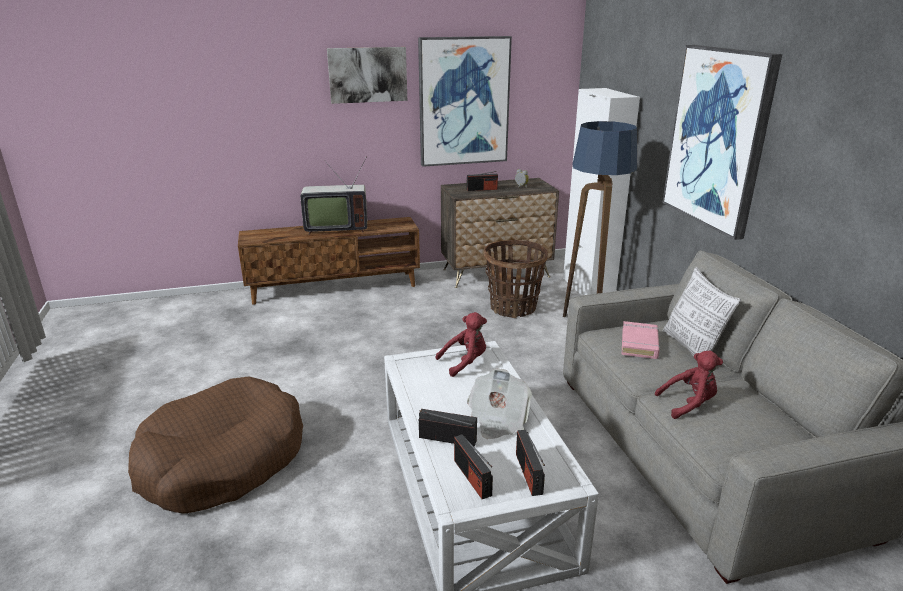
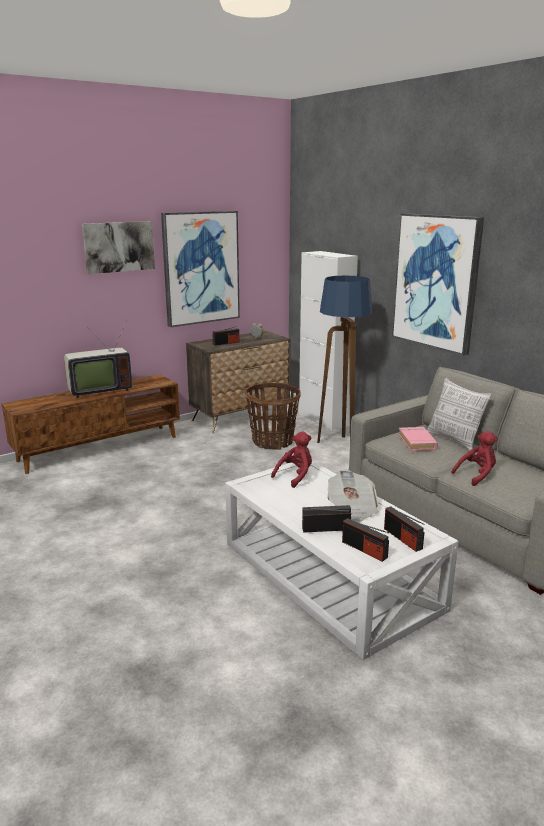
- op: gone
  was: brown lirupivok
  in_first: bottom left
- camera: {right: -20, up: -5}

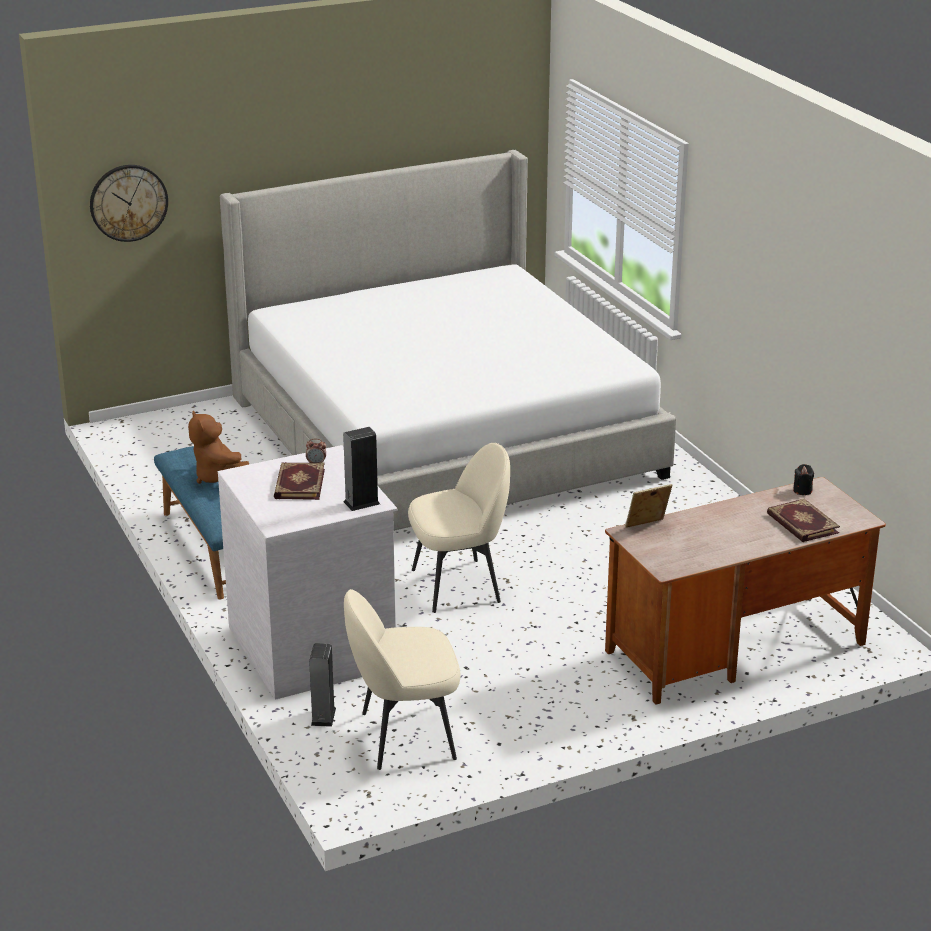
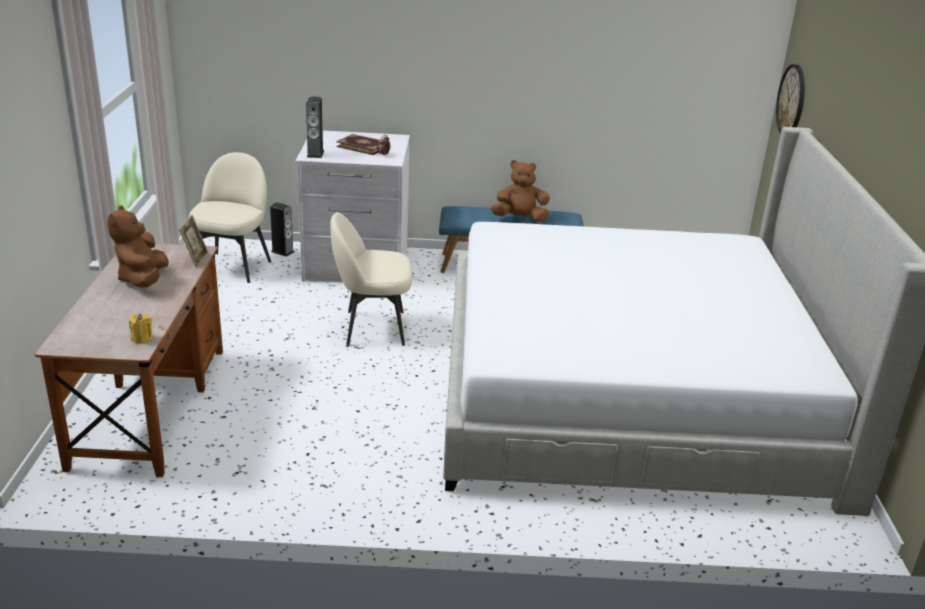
- op: rotated
  was: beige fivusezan (no. 2 from left)
  in_first: centre
  in_second: centre
  clockwise: 75
- op: gone
  was: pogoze (no. 2 from left)
  in_first: middle right
- op: repainted
  was: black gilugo
  now: yellow gilugo
  in_first: middle right
  in_second: middle left
- op: new
  now: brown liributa (no. 1 from left)
  in_second: middle left
- camera: {right: 115, up: 0}

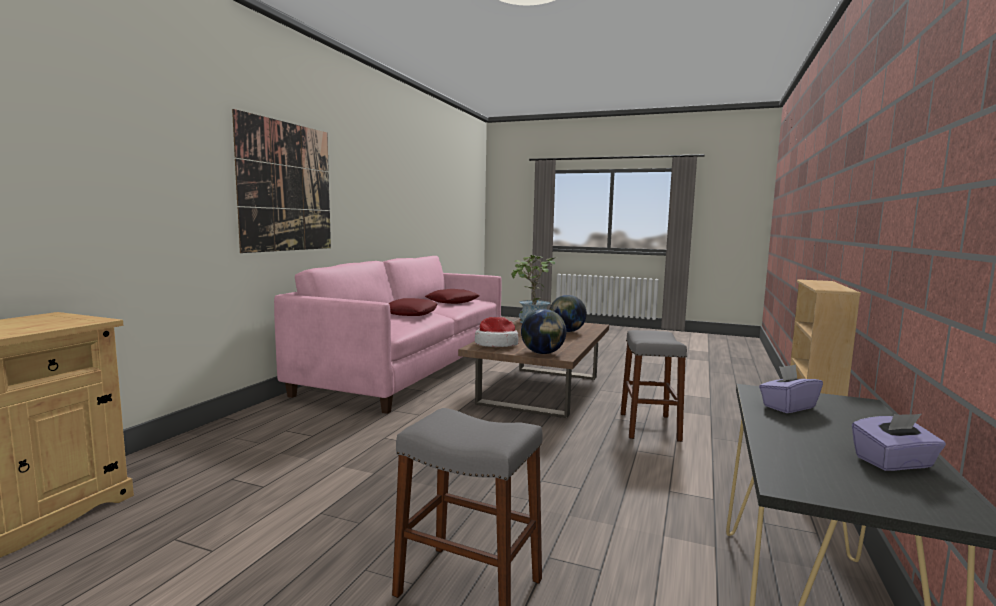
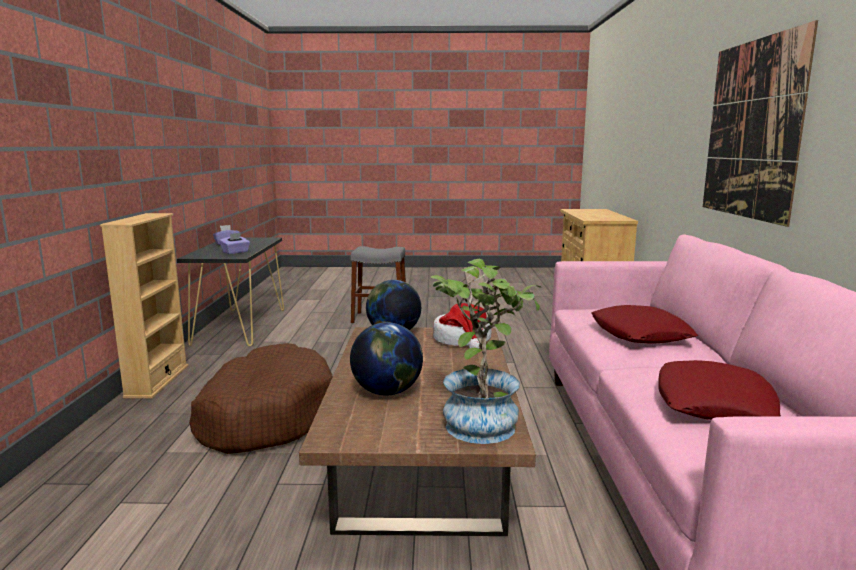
- op: swapped
  was: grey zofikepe (no. 2 from left)
  now: brown lirupivok
  in_first: centre
  in_second: bottom left
- camera: {right: 160, up: 5}

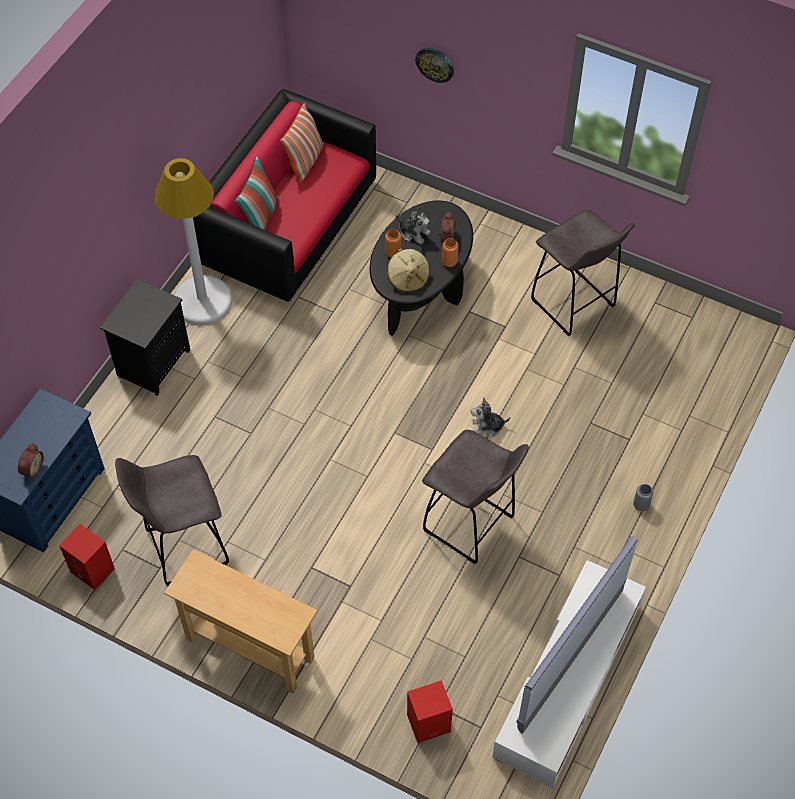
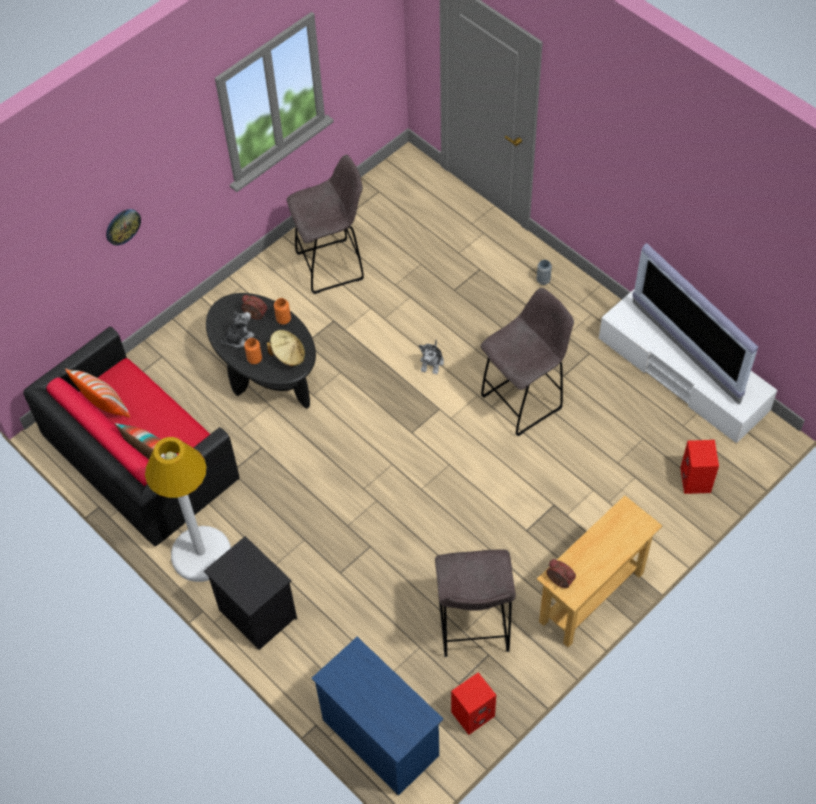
- op: shifted
  was: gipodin (no. 1 from left in the first image)
  now: gipodin (no. 2 from left)
  in_first: middle left
  in_second: bottom right
- camera: {right: -70, up: 0}

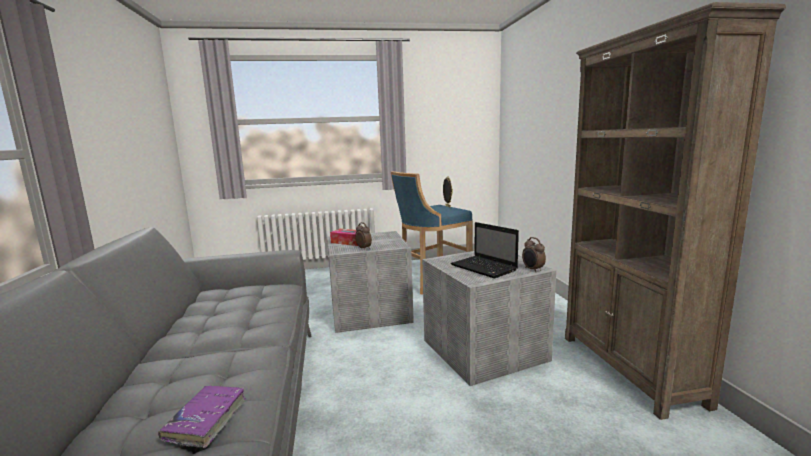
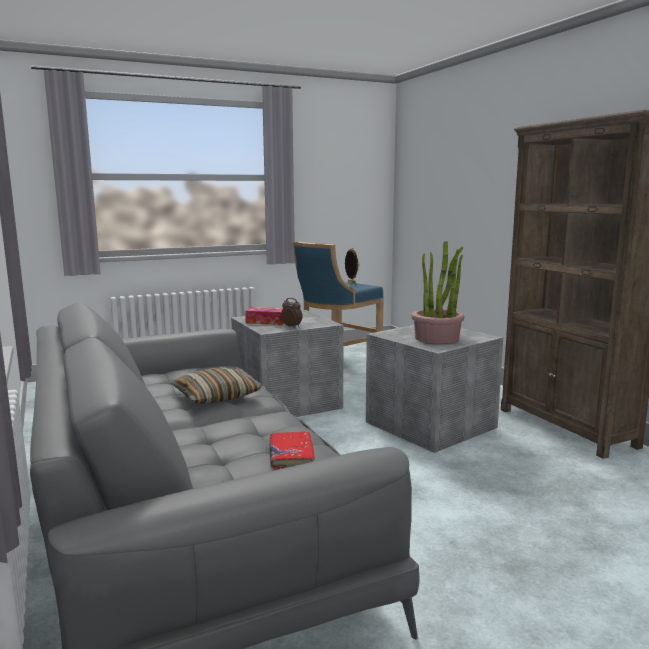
- op: repainted
  was: purple pogoze
  now: red pogoze
  in_first: bottom left
  in_second: bottom centre
- op: swapped
  was: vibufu
  now: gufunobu
  in_first: centre
  in_second: middle right
- op: gone
  was: gipodin (no. 2 from left)
  in_first: centre
- op: new
  now: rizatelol
  in_second: middle left
- camera: {right: -15, up: 0}

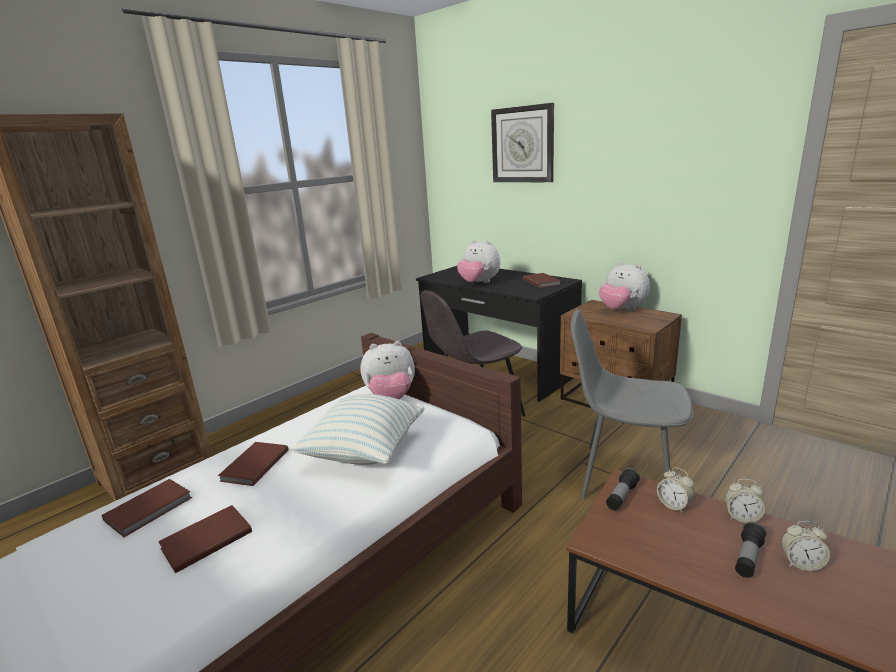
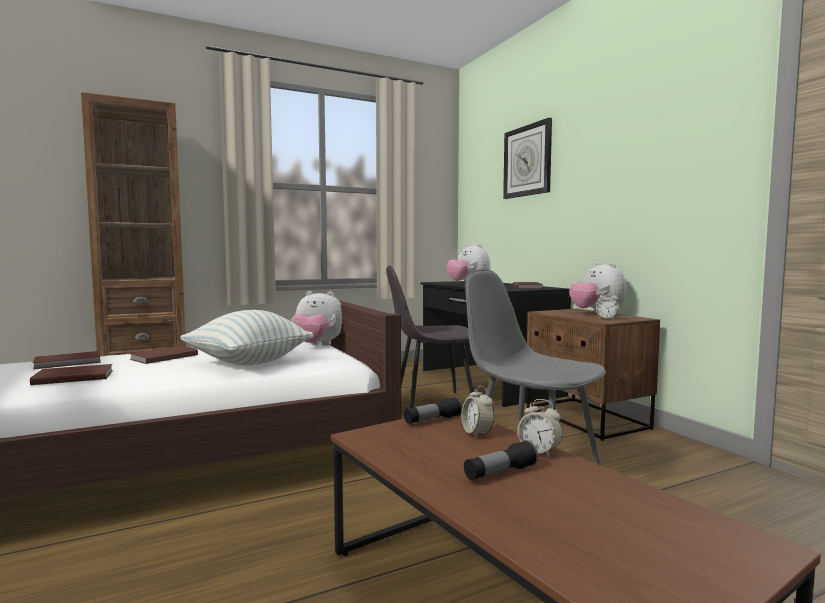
- op: shifted
  was: gipodin (no. 3 from left)
  in_first: bottom right
  in_second: middle right
- camera: {right: 20, up: -15}

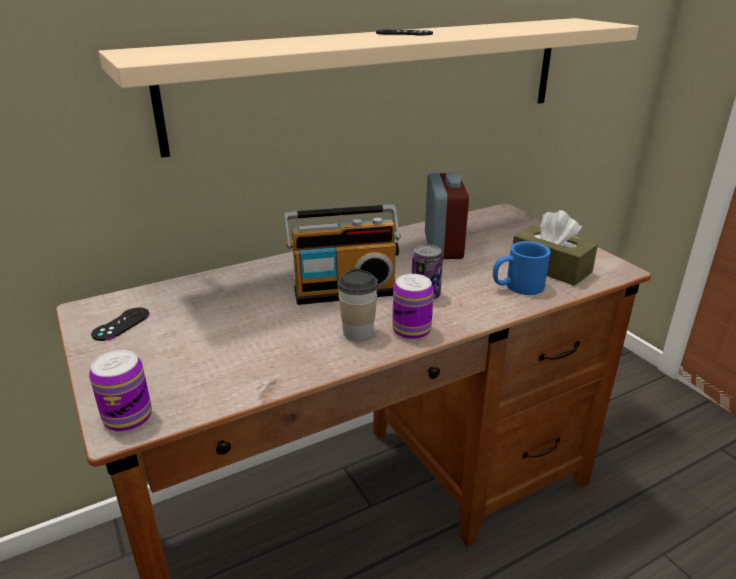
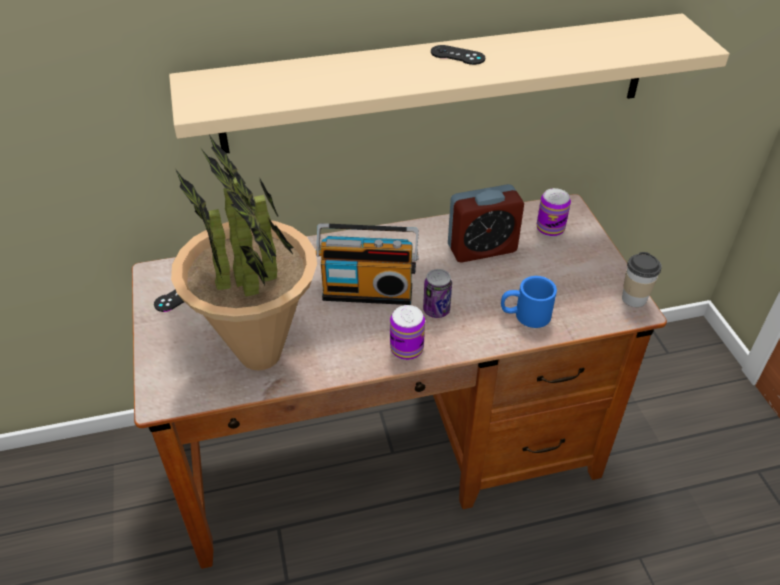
- op: shifted
  was: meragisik (no. 1 from left in the first image)
  now: meragisik (no. 3 from left)
  in_first: bottom left
  in_second: middle right
- op: shifted
  was: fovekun
  in_first: centre
  in_second: middle right
- op: rotated
  was: gipodin
  in_first: centre
  in_second: centre
  clockwise: 60
- op: gone
  was: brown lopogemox
  in_first: middle right
- op: new
  now: gufunobu
  in_second: middle left
- camera: {right: 15, up: 15}

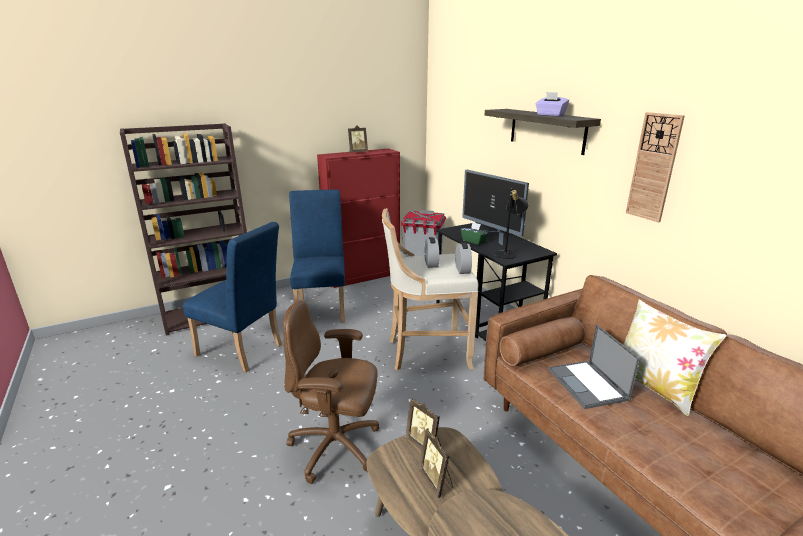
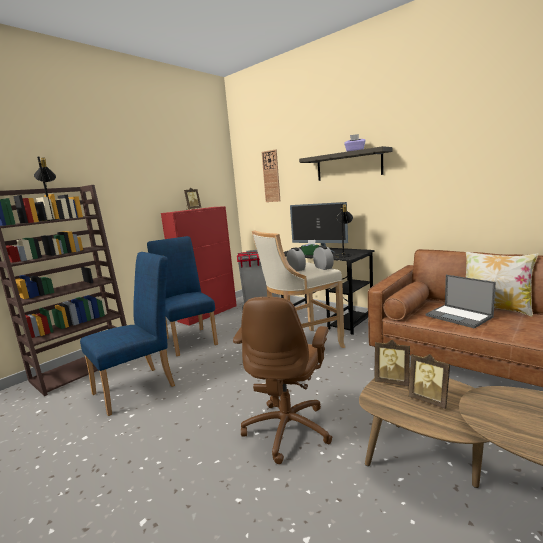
- op: rotated
  was: blue fivusezan (no. 1 from left)
  in_first: middle left
  in_second: middle left
  clockwise: -45
- op: rotated
  was: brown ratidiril
  in_first: bottom centre
  in_second: bottom centre
  clockwise: -60
- op: shifted
  was: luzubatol
  in_first: top right
  in_second: top centre
- op: new
  now: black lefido (no. 1 from left)
  in_second: middle left
- camera: {right: -20, up: -10}

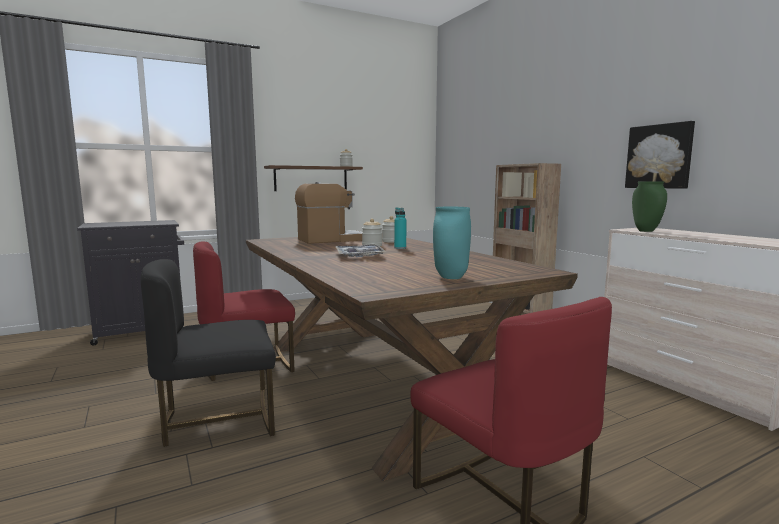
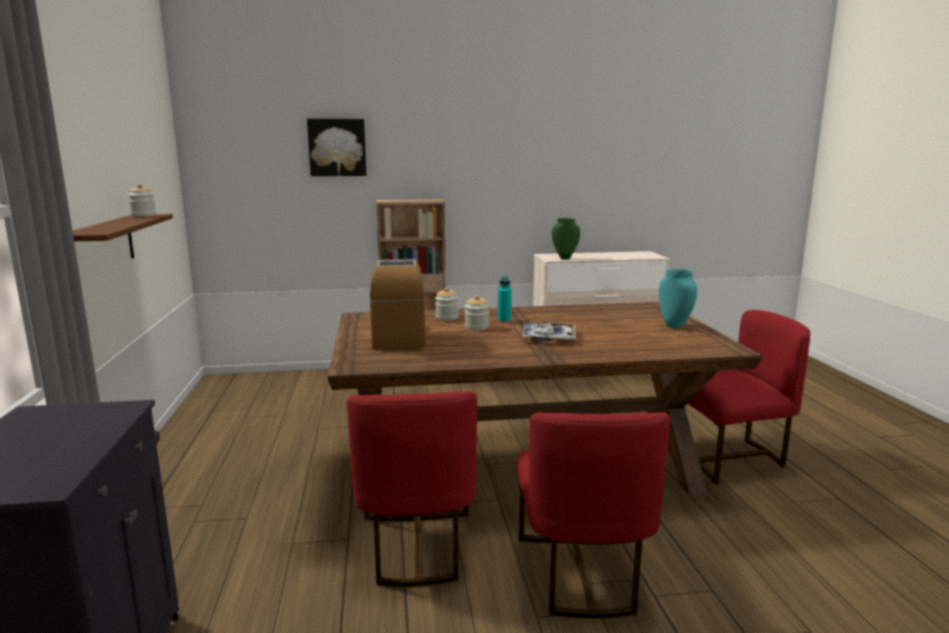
- op: repainted
  was: black fivusezan
  now: red fivusezan (no. 2 from left)
  in_first: bottom left
  in_second: bottom centre
- op: shifted
  was: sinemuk
  in_first: top right
  in_second: top centre
- camera: {right: -70, up: 5}

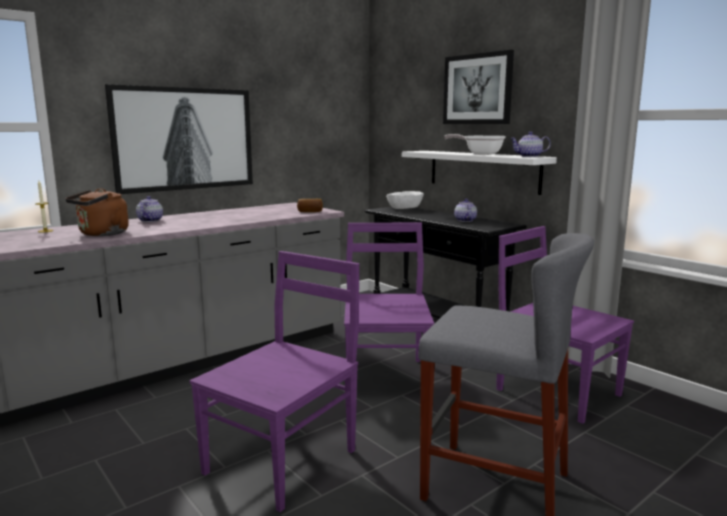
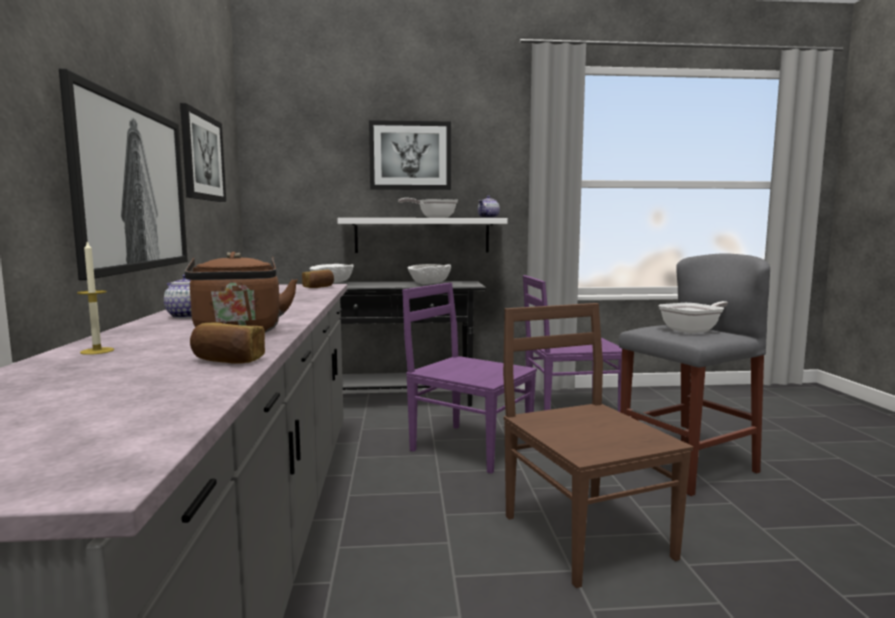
- op: repainted
  was: purple fivusezan (no. 1 from left)
  now: brown fivusezan
  in_first: bottom centre
  in_second: bottom right
- op: swapped
  was: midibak (no. 2 from left)
  now: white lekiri (no. 2 from left)
  in_first: centre
  in_second: centre
- op: new
  now: sinemuk (no. 2 from left)
  in_second: top left
- op: new
  now: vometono (no. 1 from left)
  in_second: middle left
- op: new
  now: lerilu (no. 2 from left)
  in_second: middle right
- camera: {right: -55, up: -5}

